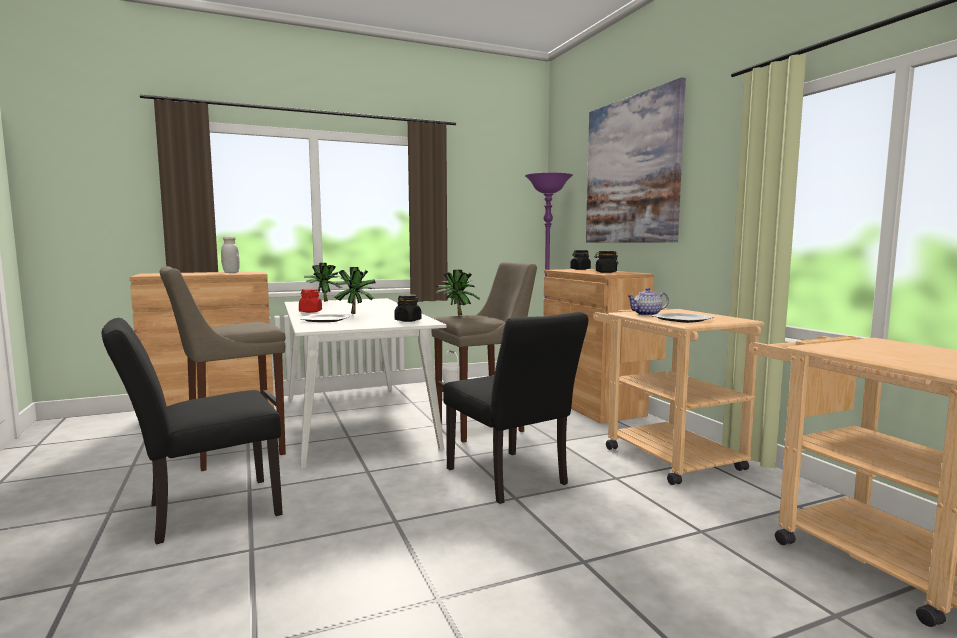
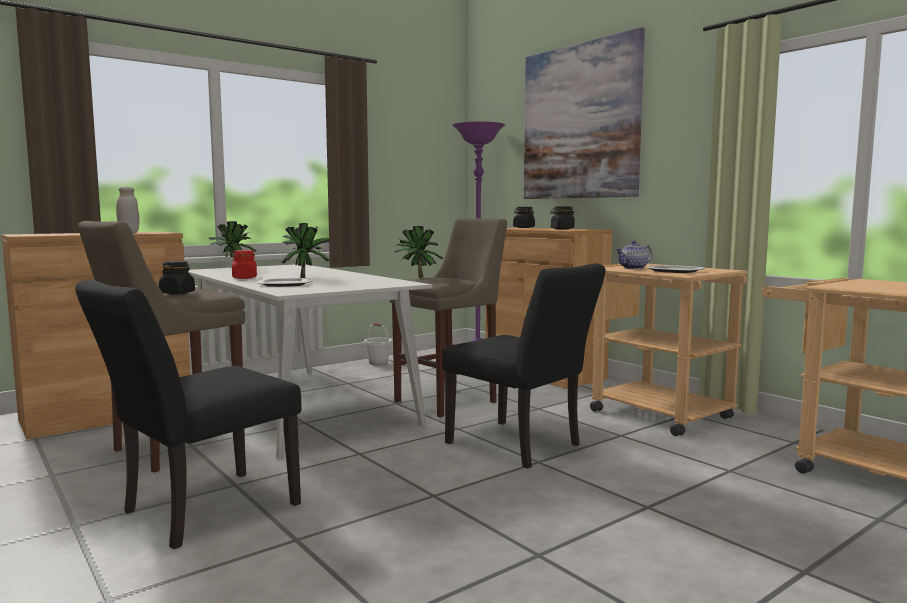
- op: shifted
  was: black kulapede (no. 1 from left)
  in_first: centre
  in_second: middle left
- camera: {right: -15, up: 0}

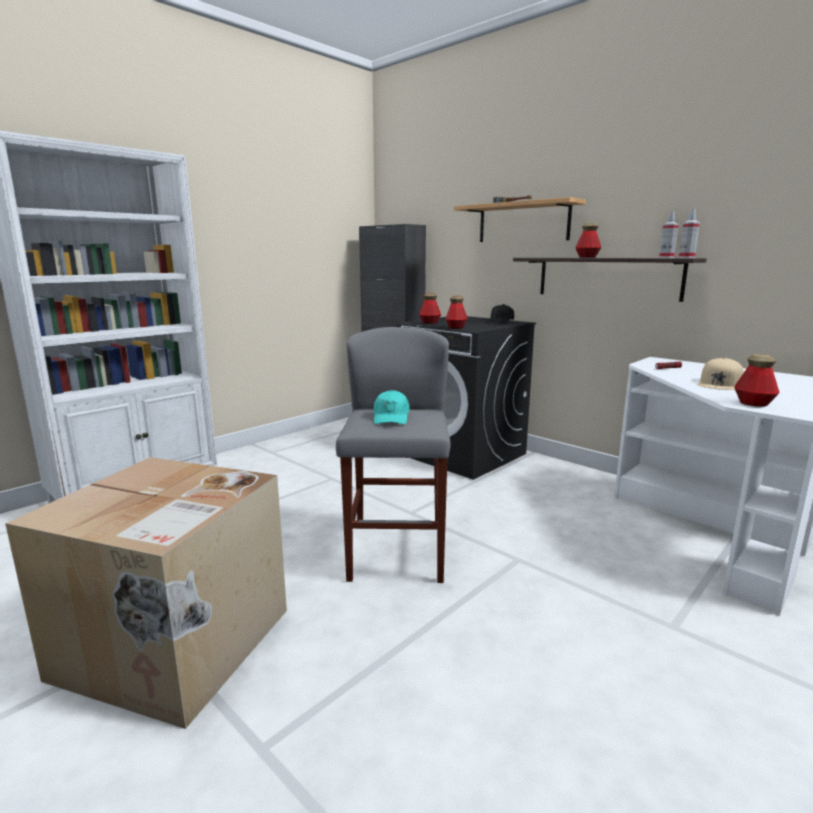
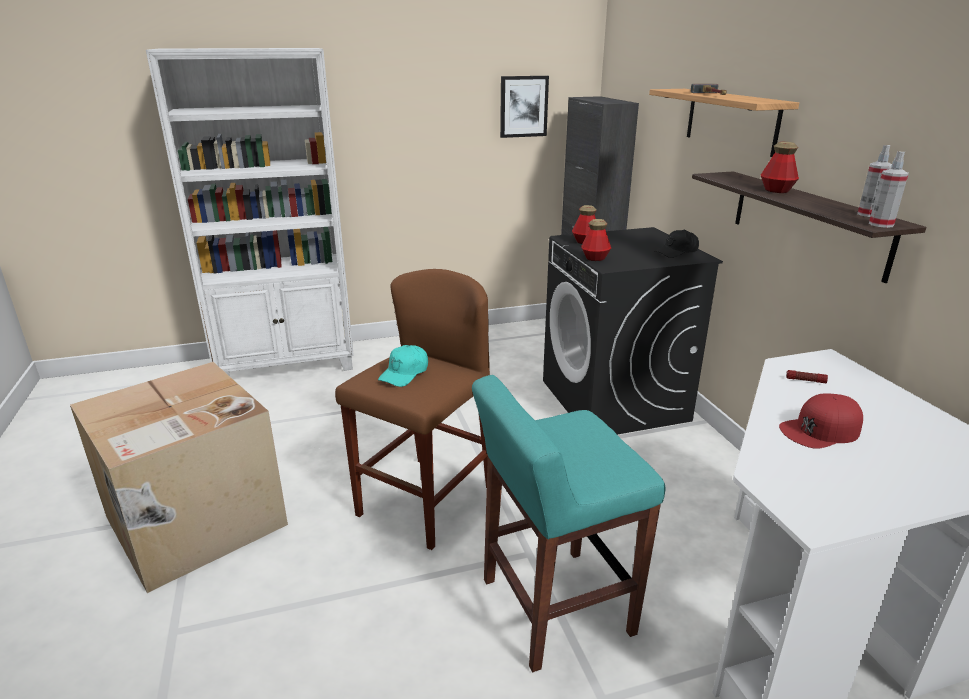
- op: repainted
  was: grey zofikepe
  now: brown zofikepe
  in_first: centre
  in_second: centre
- op: repainted
  was: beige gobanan
  now: red gobanan
  in_first: middle right
  in_second: middle right
- op: gone
  was: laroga (no. 4 from left)
  in_first: middle right
- op: new
  now: turquoise zofikepe
  in_second: bottom centre
- op: new
  now: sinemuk
  in_second: top centre
- camera: {right: 30, up: 10}

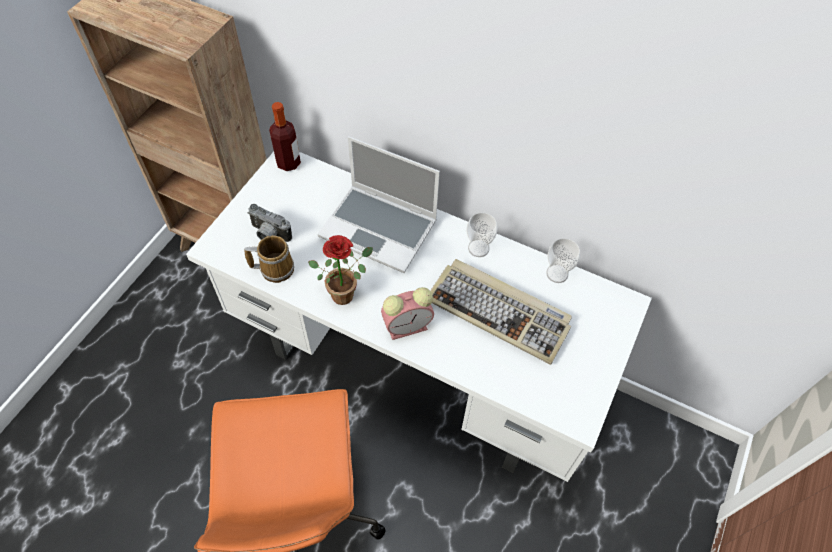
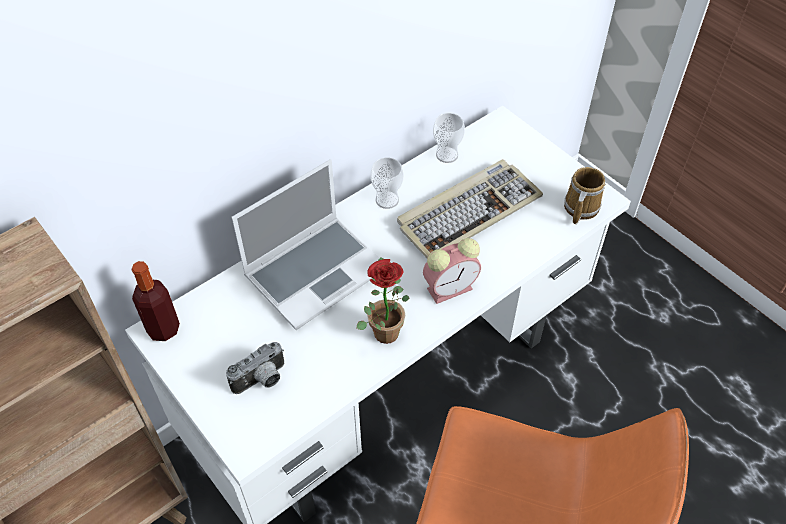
- op: shifted
  was: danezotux
  in_first: middle left
  in_second: middle right
- op: rotated
  was: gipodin
  in_first: centre
  in_second: centre
  clockwise: 60
- camera: {right: -65, up: -5}

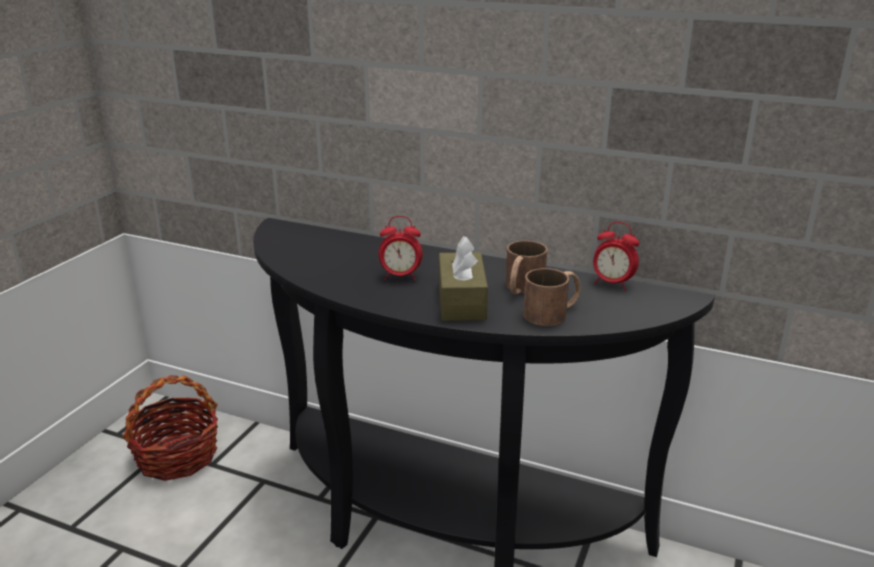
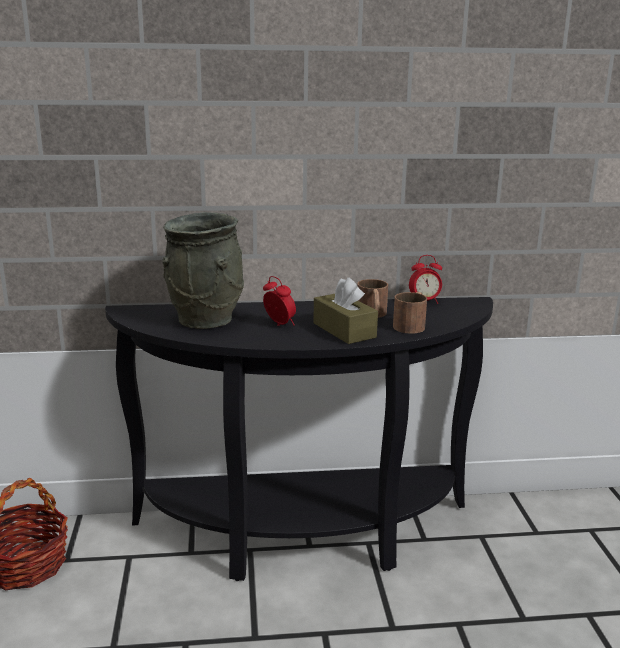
- op: rotated
  was: gipodin (no. 1 from left)
  in_first: centre
  in_second: centre
  clockwise: -105
- op: new
  now: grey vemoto
  in_second: middle left
- camera: {right: -30, up: -5}

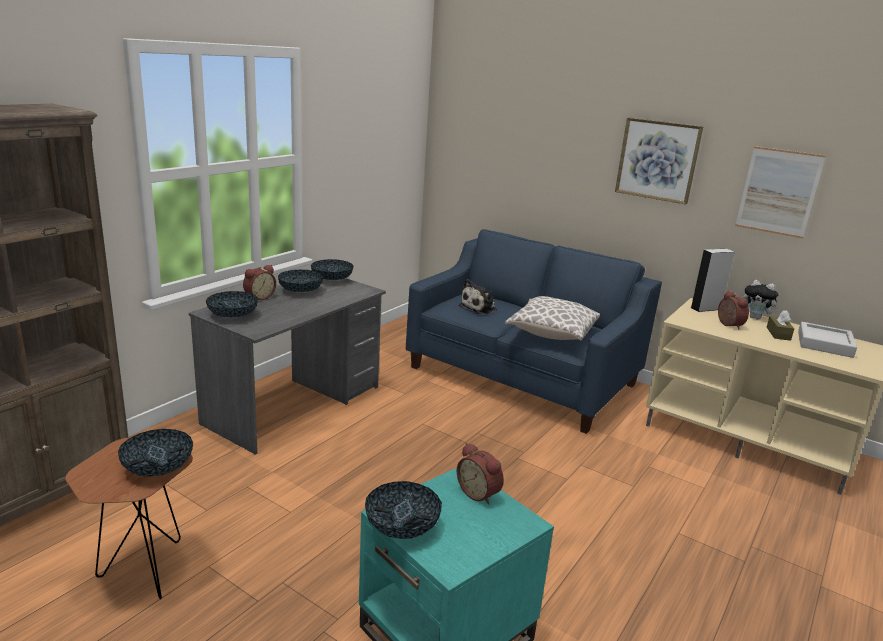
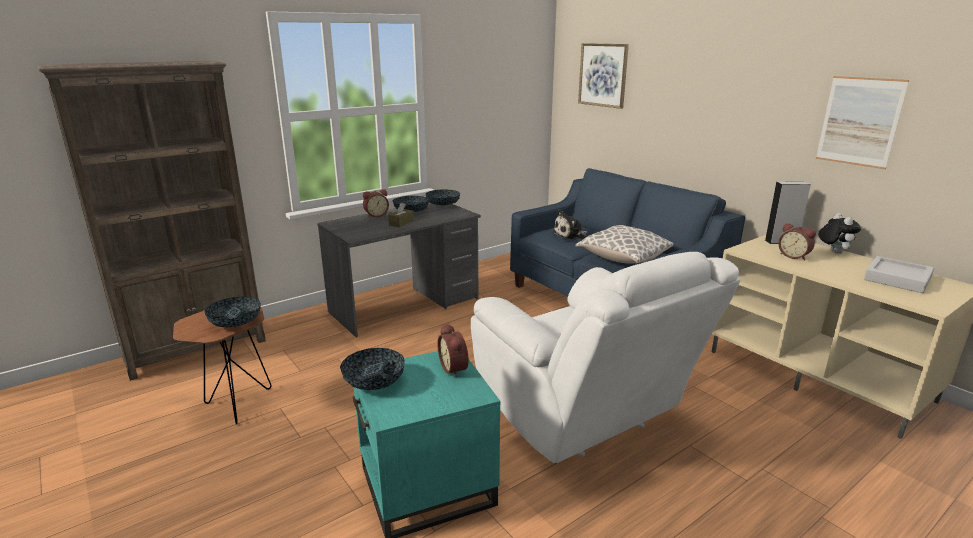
- op: gone
  was: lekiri (no. 2 from left)
  in_first: middle left
- op: shifted
  was: sinemuk (no. 1 from left)
  in_first: top right
  in_second: top centre
- op: rotated
  was: gipodin (no. 3 from left)
  in_first: middle right
  in_second: middle right
  clockwise: 135
- op: rotated
  was: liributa (no. 2 from left)
  in_first: middle right
  in_second: middle right
  clockwise: -150
- op: shifted
  was: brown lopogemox
  in_first: middle right
  in_second: centre
- op: new
  now: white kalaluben
  in_second: centre
- camera: {right: 20, up: 0}

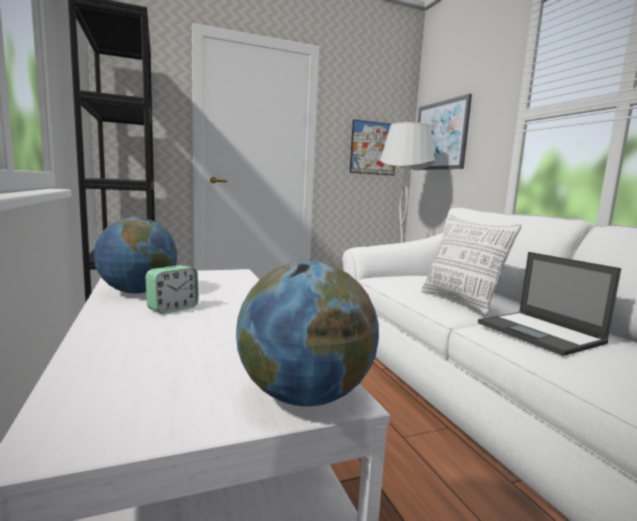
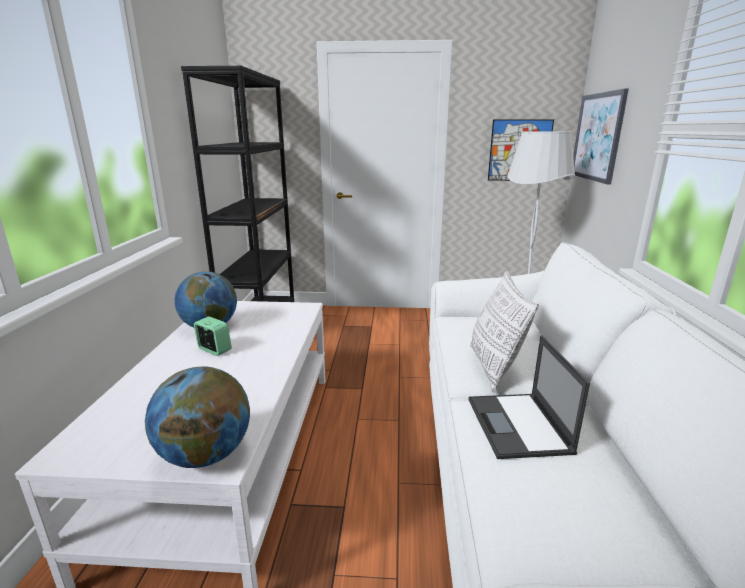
- op: rotated
  was: gipodin
  in_first: middle left
  in_second: middle left
  clockwise: -120
- camera: {right: 25, up: 10}

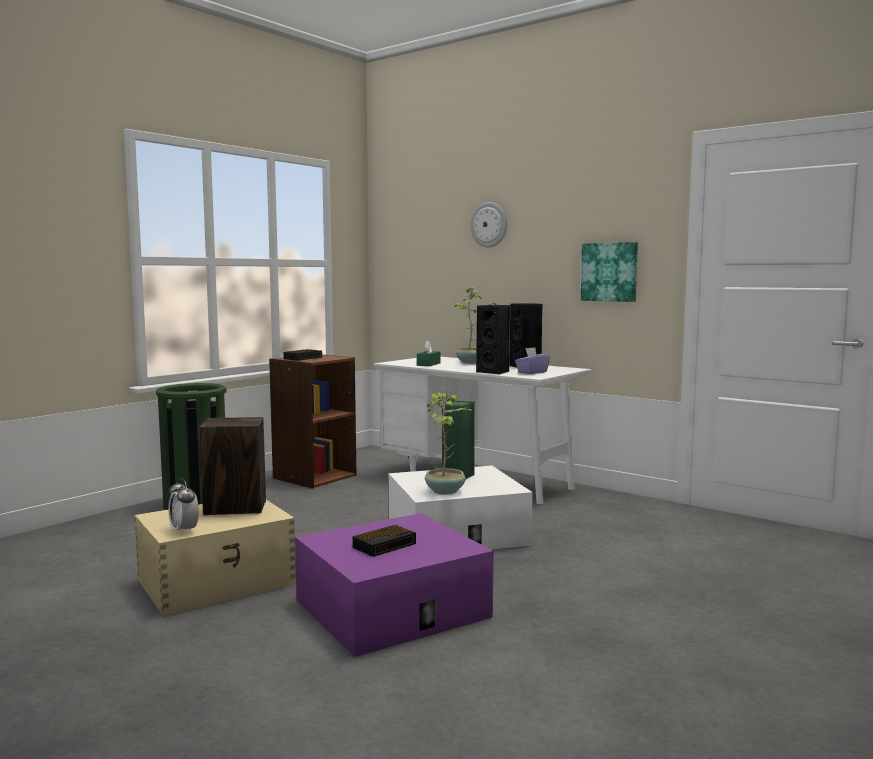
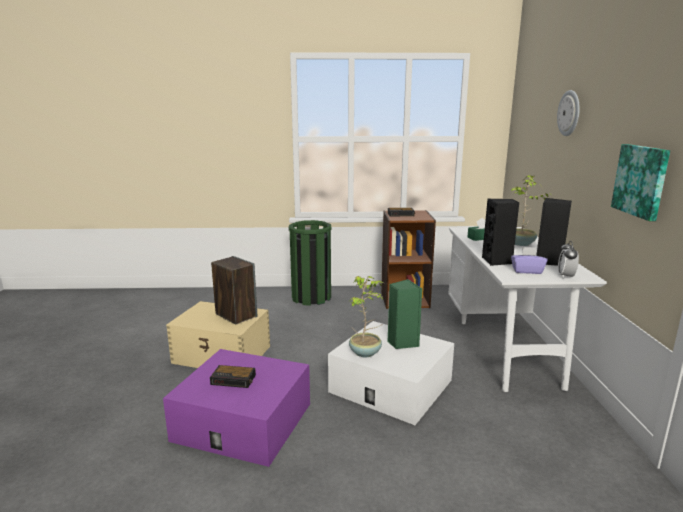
- op: shifted
  was: gipodin (no. 1 from left in the first image)
  now: gipodin (no. 3 from left)
  in_first: bottom left
  in_second: middle right
- camera: {right: 50, up: 10}

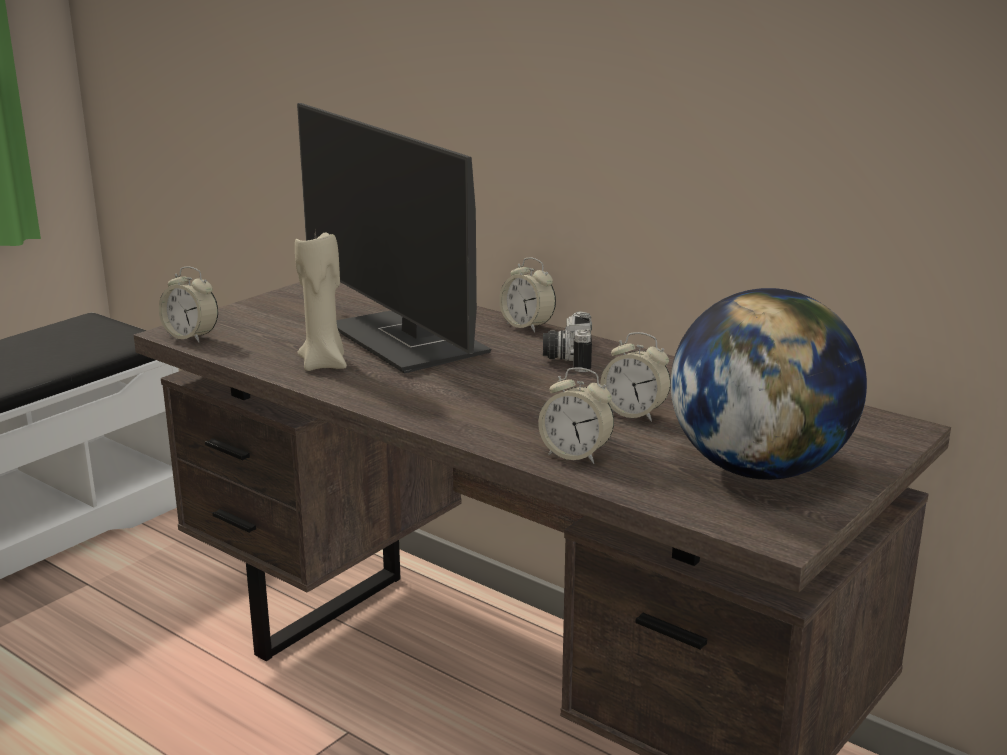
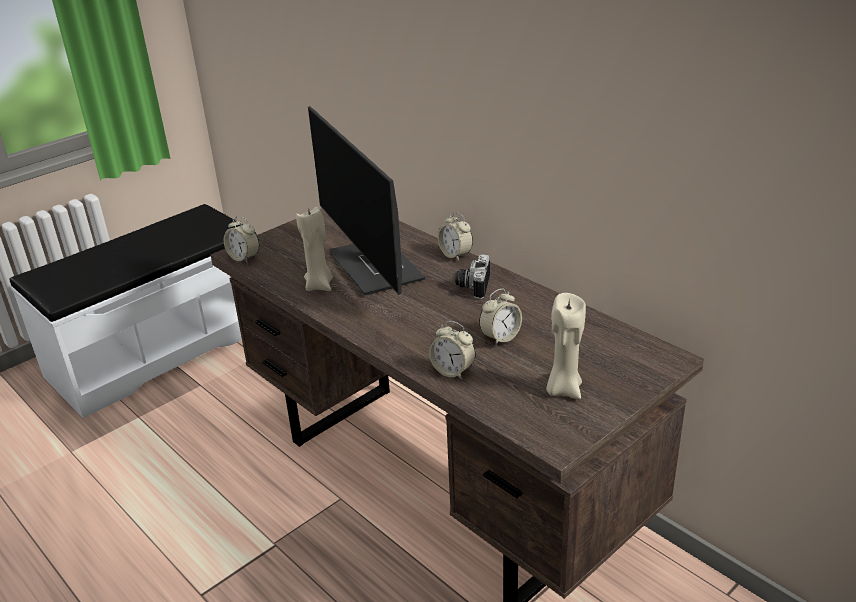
- op: rotated
  was: gipodin (no. 4 from left)
  in_first: centre
  in_second: centre
  clockwise: -75
- op: swapped
  was: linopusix
  now: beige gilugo (no. 2 from left)
  in_first: middle right
  in_second: centre
- camera: {right: 10, up: 10}

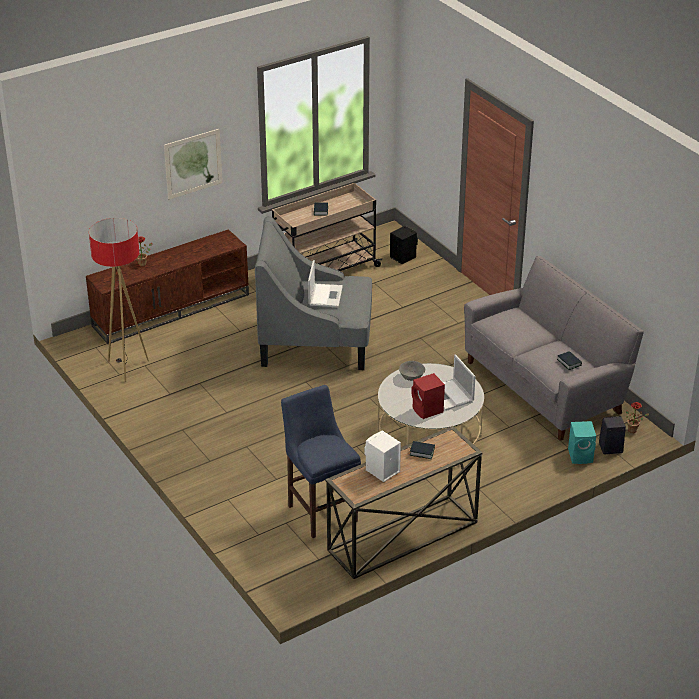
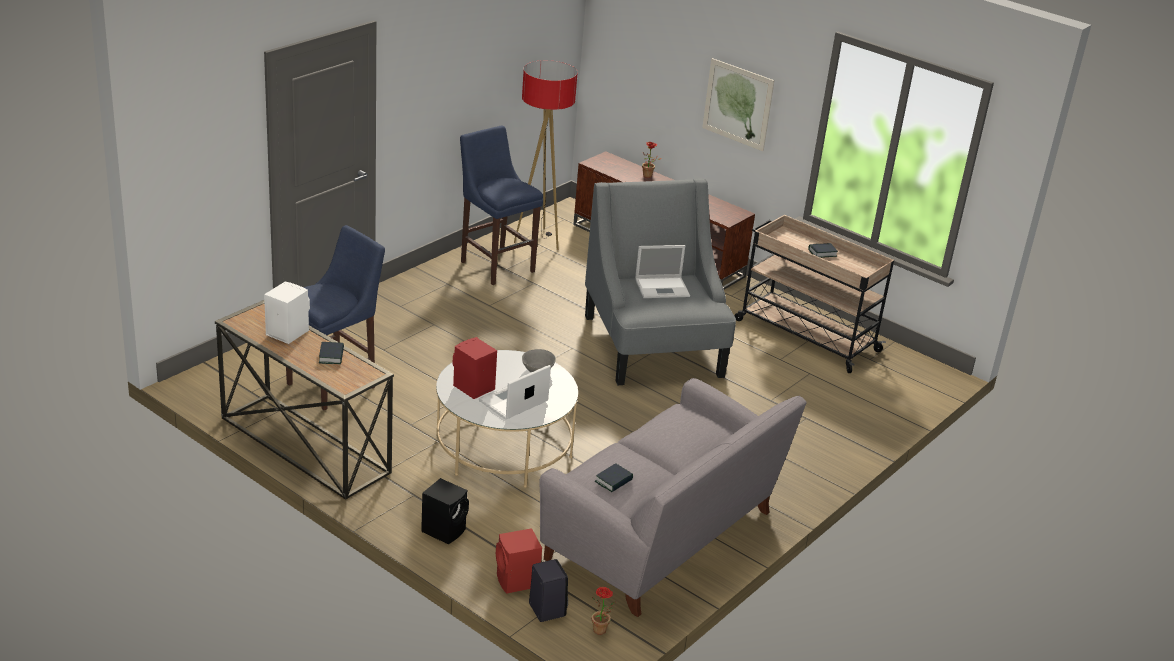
- op: shifted
  was: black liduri (no. 1 from left)
  in_first: centre
  in_second: bottom centre
- op: repainted
  was: turquoise liduri
  now: red liduri (no. 2 from left)
  in_first: middle right
  in_second: bottom centre
- op: new
  now: blue zofikepe (no. 2 from left)
  in_second: top centre
- camera: {right: 70, up: -5}

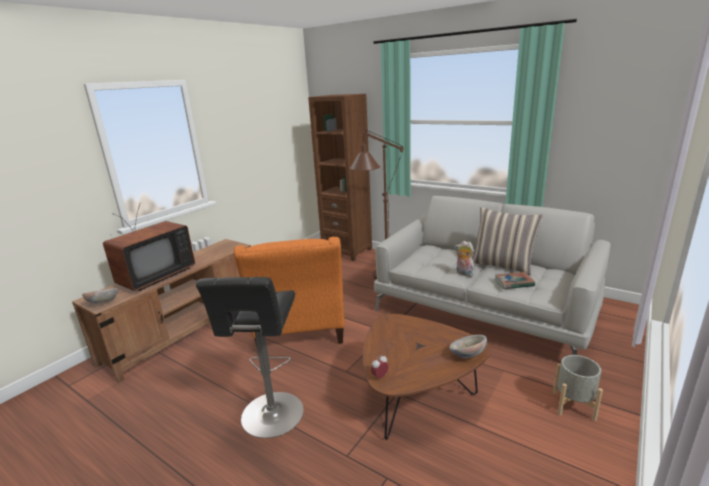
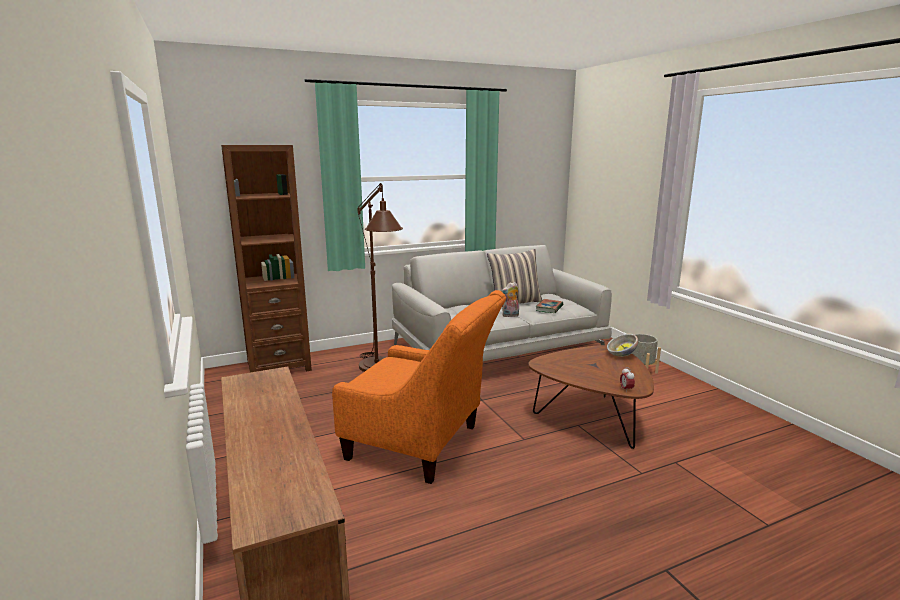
- op: gone
  was: lekiri (no. 1 from left)
  in_first: middle left
- op: gone
  was: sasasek
  in_first: middle left
- op: gone
  was: black zofikepe
  in_first: bottom centre
- camera: {right: -60, up: -5}

